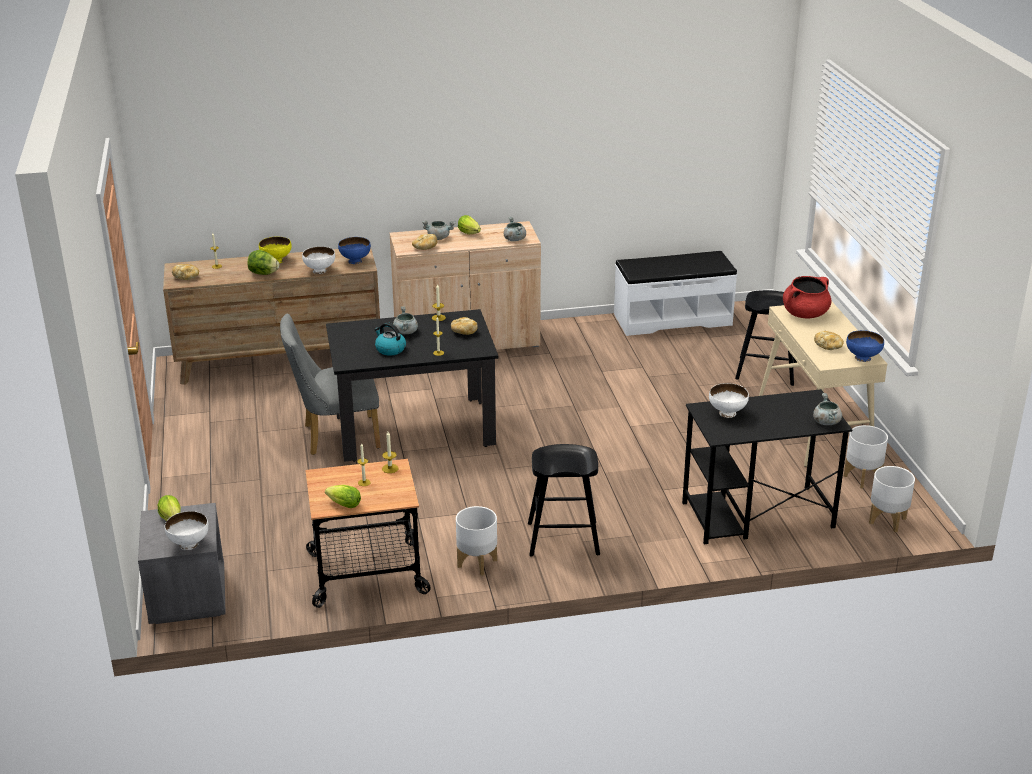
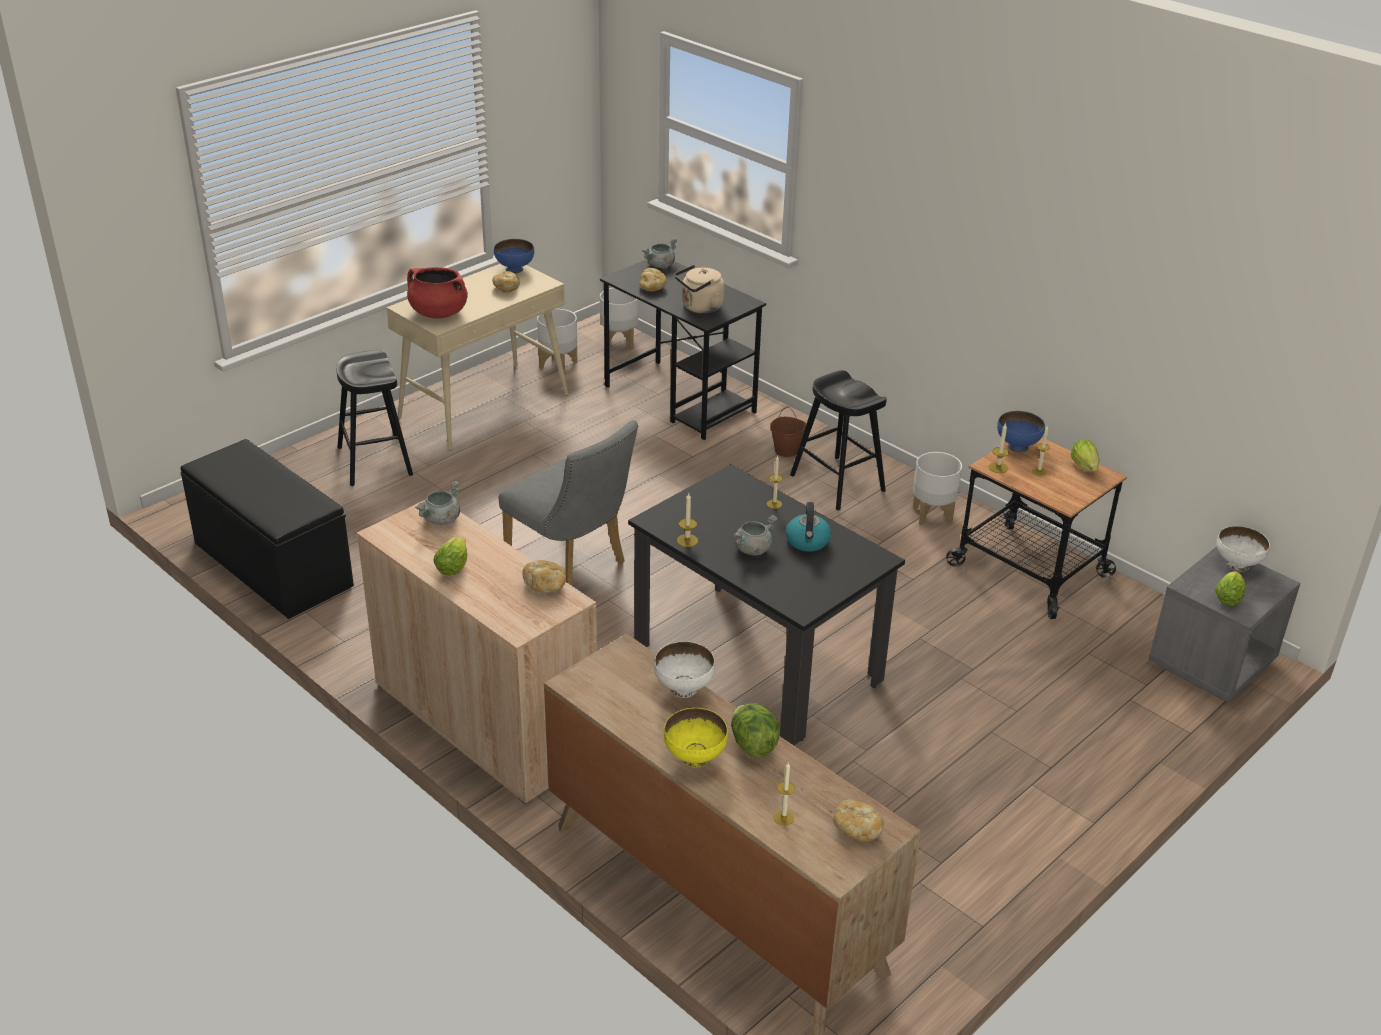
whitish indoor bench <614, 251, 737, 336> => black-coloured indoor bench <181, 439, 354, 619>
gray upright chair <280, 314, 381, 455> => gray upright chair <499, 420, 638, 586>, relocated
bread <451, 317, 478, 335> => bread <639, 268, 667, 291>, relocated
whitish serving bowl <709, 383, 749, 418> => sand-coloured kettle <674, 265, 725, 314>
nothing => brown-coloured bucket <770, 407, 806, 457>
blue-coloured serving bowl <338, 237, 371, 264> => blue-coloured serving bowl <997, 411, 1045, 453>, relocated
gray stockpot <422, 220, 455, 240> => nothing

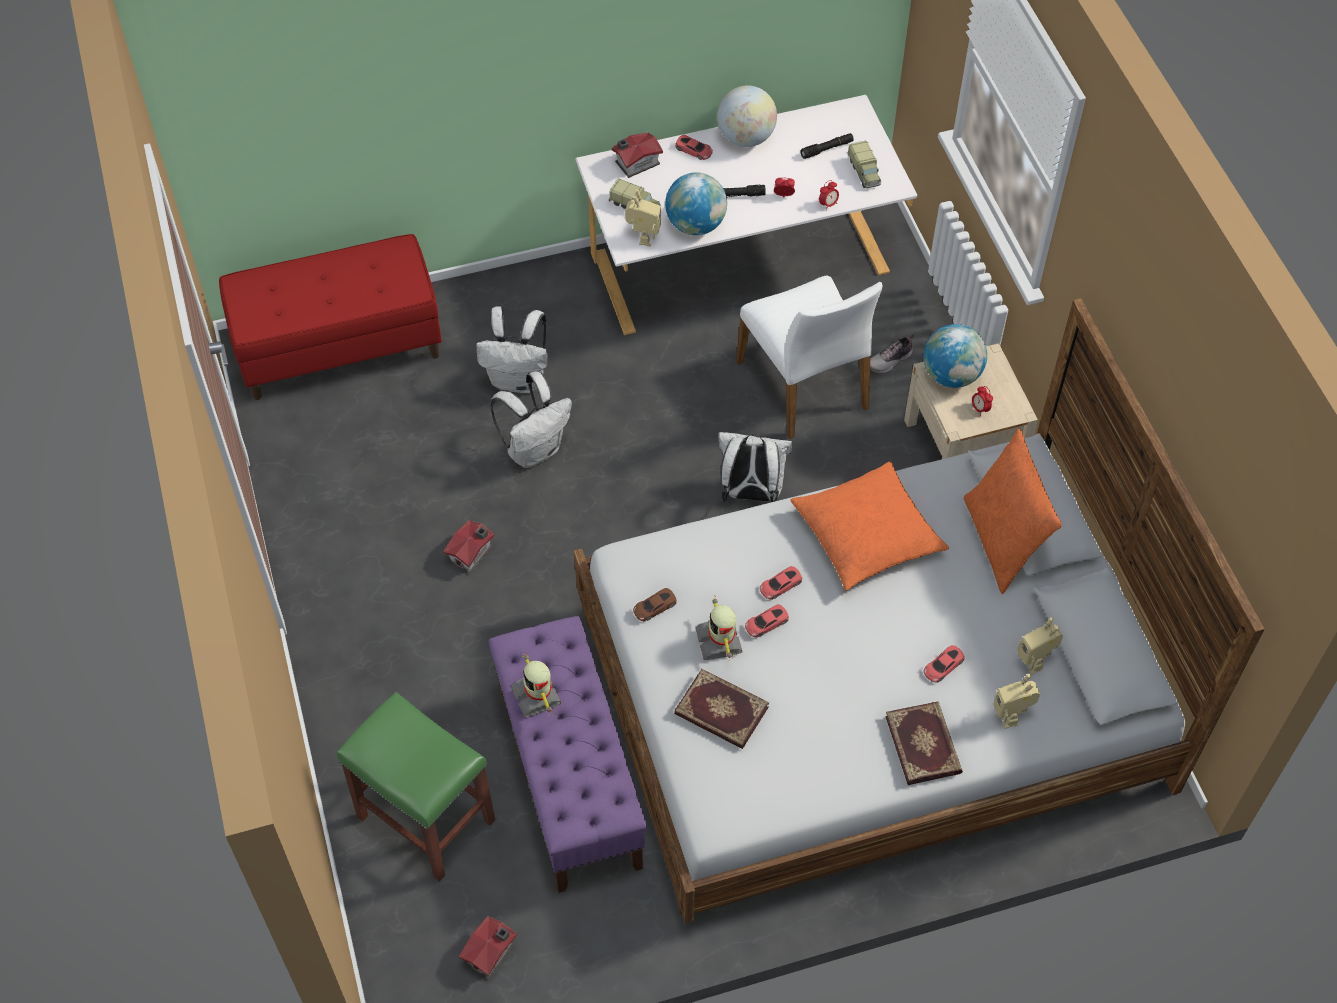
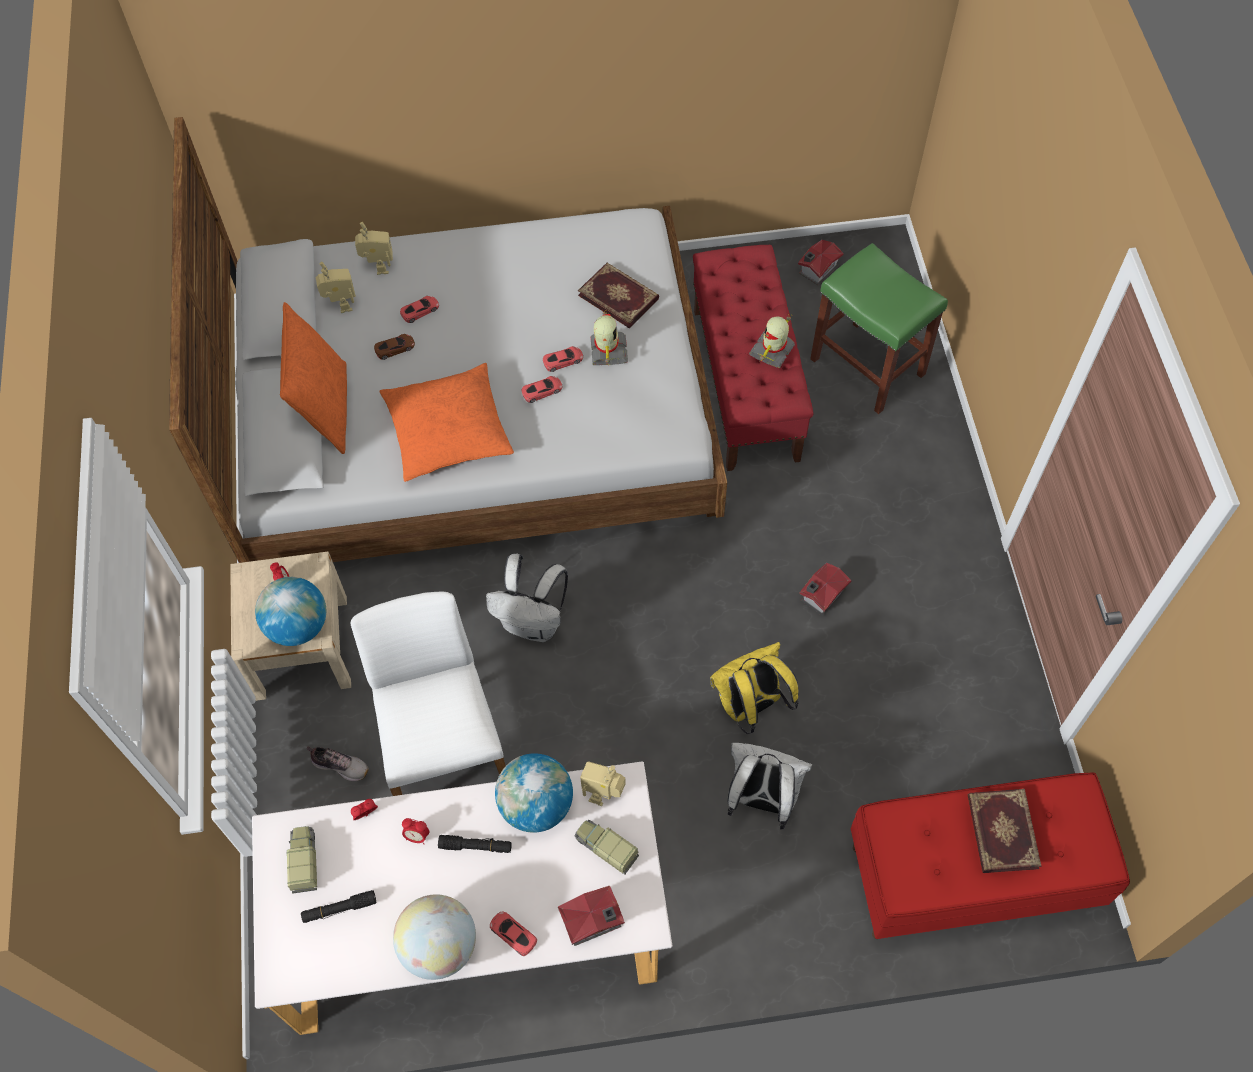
low shoe <870, 334, 914, 374> => low shoe <306, 747, 369, 781>, 45 degrees clockwise
brown-coloured model car <633, 588, 677, 621> => brown-coloured model car <374, 334, 415, 360>, relocated
purple-coloured indoor bench <489, 616, 647, 893> => red indoor bench <693, 245, 813, 471>
whitish knapsack <491, 371, 572, 468> => yellow-coloured knapsack <710, 642, 799, 734>
model robot <511, 654, 562, 718> => model robot <749, 314, 795, 368>, 135 degrees counterclockwise
book <885, 701, 963, 785> => book <968, 789, 1041, 873>, relocated

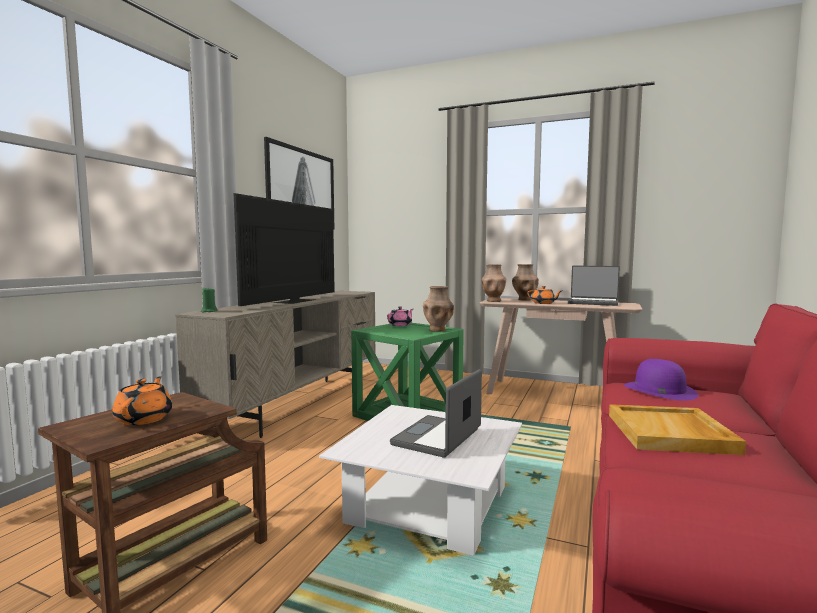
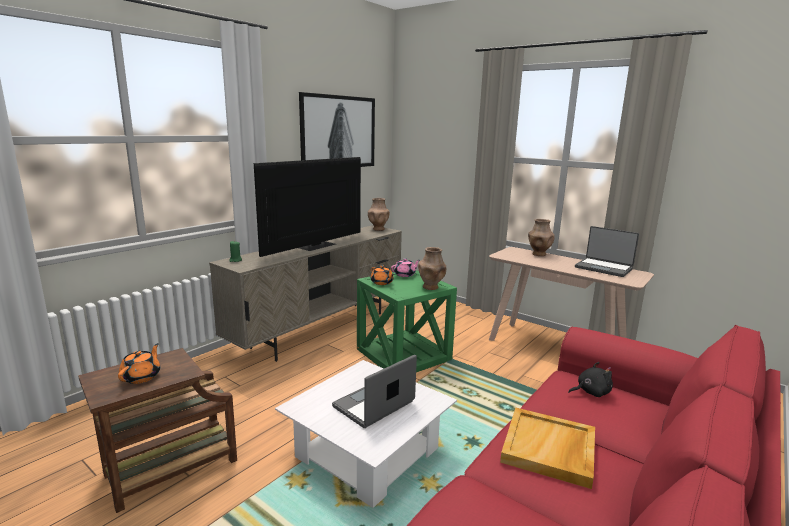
brown-coloured vase <481, 264, 506, 302> => brown-coloured vase <368, 198, 390, 231>, relocated
orange-coloured tea pot <527, 286, 561, 304> => orange-coloured tea pot <371, 265, 395, 285>, relocated
purple-coloured wearable hat <624, 359, 698, 401> => black-coloured soft toy <568, 362, 613, 397>

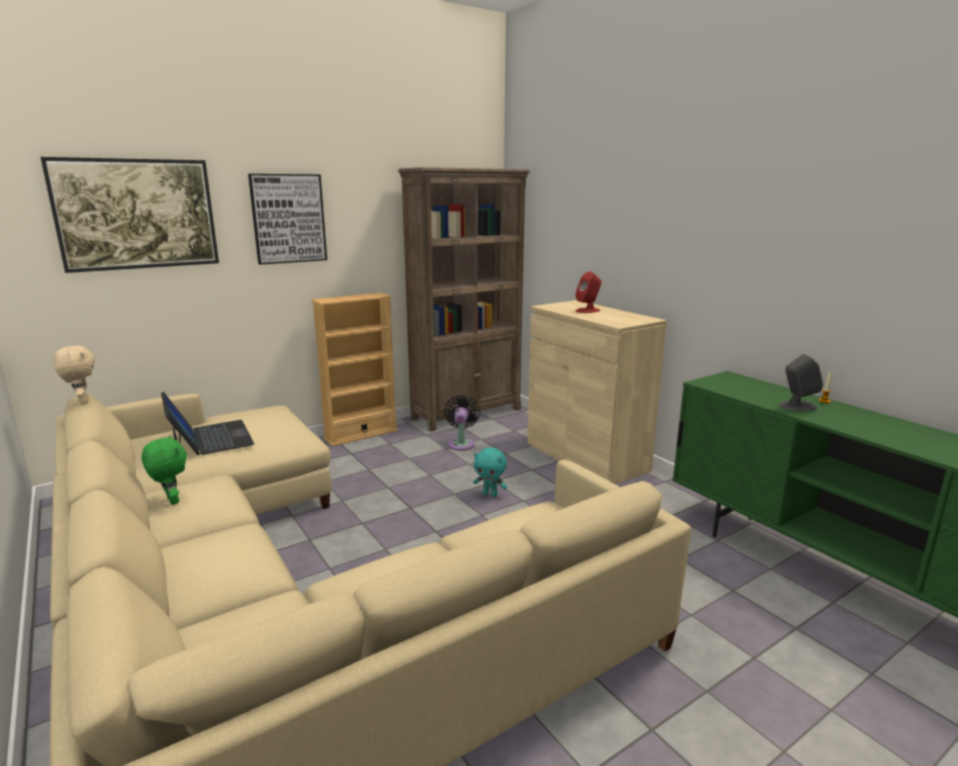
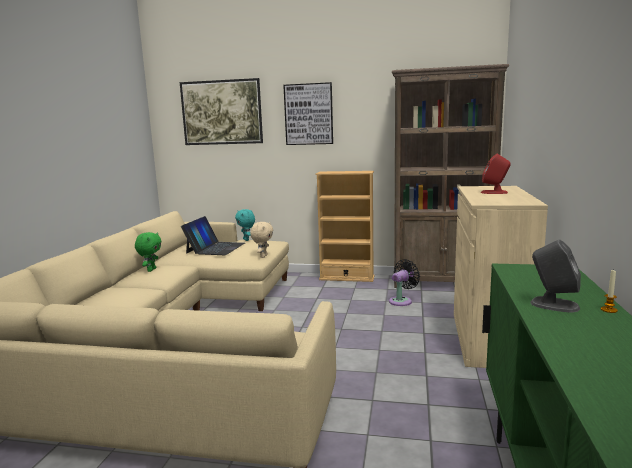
turquoise-coloured soft toy <473, 447, 507, 497> => turquoise-coloured soft toy <235, 209, 255, 241>, relocated
sand-coloured soft toy <54, 345, 95, 404> => sand-coloured soft toy <251, 222, 273, 258>, relocated

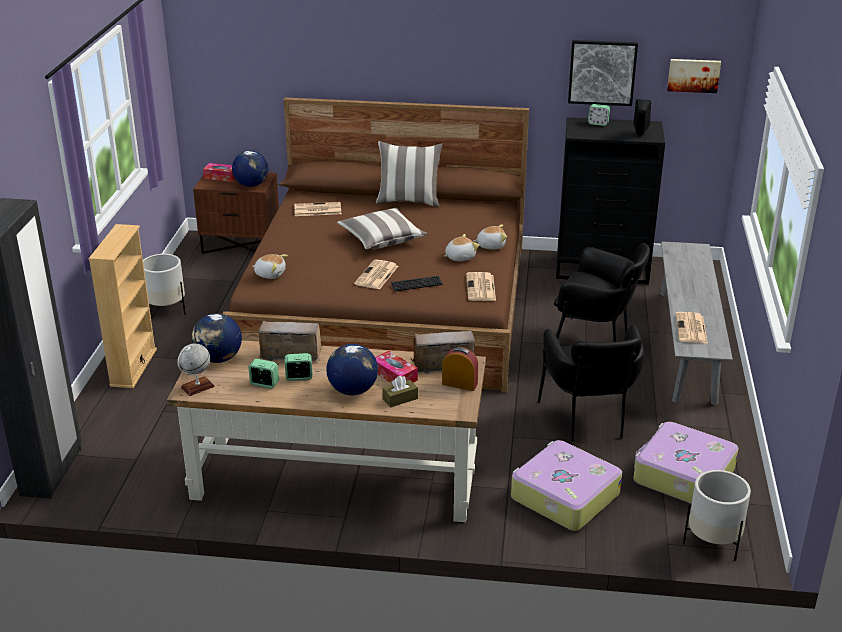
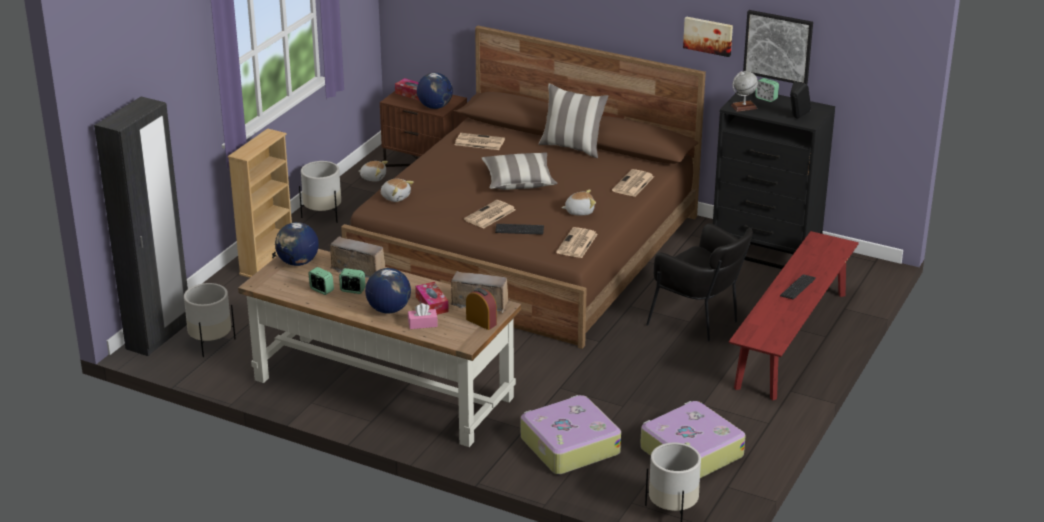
nothing => whitish flower pot <184, 283, 236, 357>
soft toy <473, 225, 507, 249> => soft toy <358, 161, 388, 182>, relocated
brown-coloured tissue box <382, 376, 418, 408> => pink-coloured tissue box <408, 303, 438, 329>
newspaper <676, 312, 708, 344> => newspaper <612, 169, 654, 197>, relocated
wall picture <667, 59, 721, 93> => wall picture <683, 16, 733, 57>, relocated
gray indoor bench <660, 241, 733, 406> => red indoor bench <729, 231, 859, 400>
globe <177, 343, 215, 396> => globe <731, 71, 758, 112>, relocated
nothing => computer keyboard <780, 274, 816, 299>
black-coloured armchair <538, 324, 645, 442> => nothing

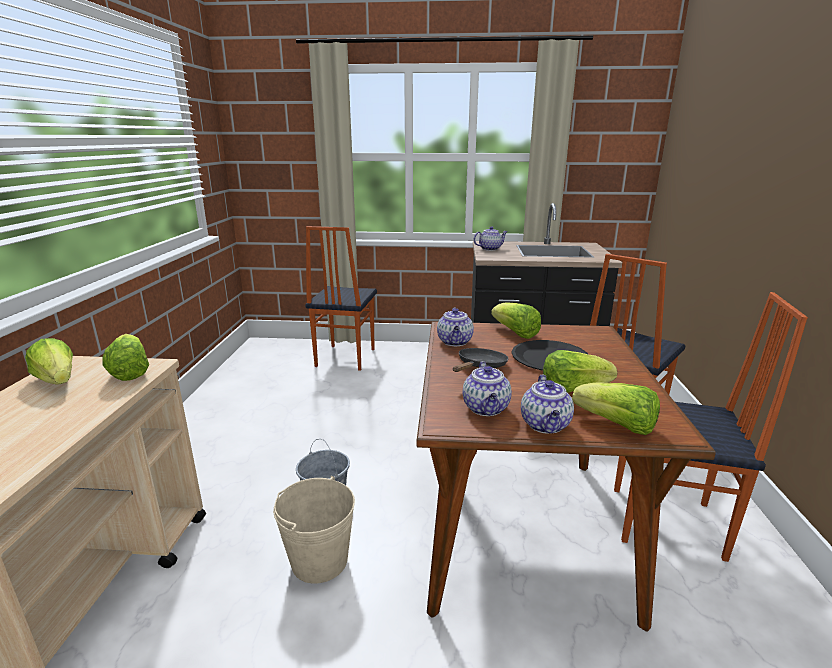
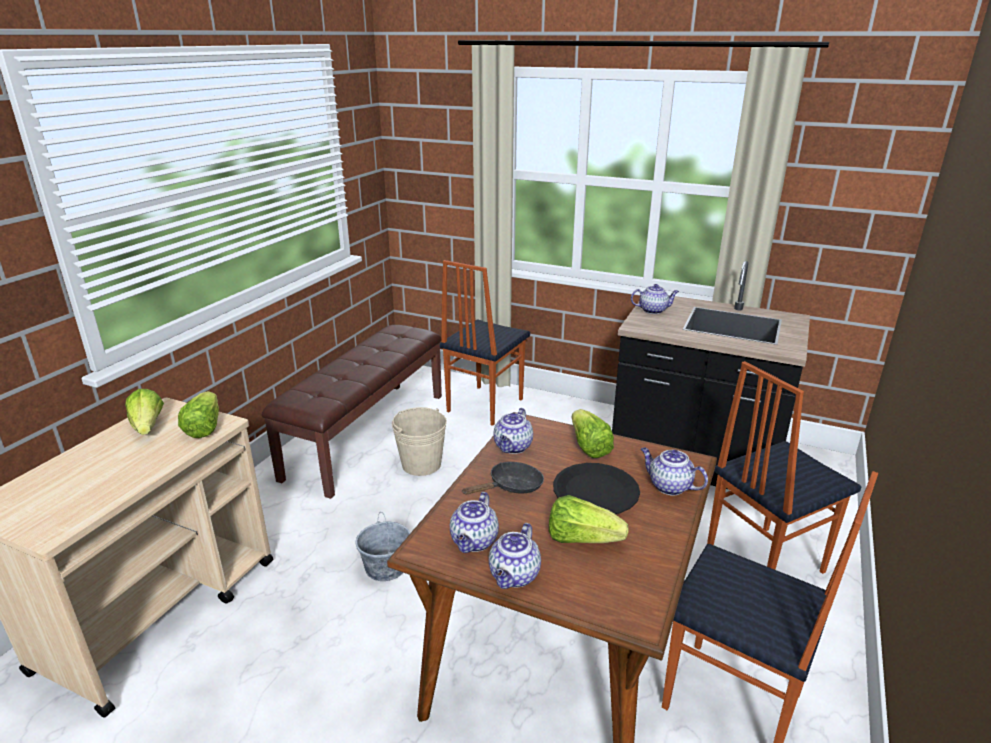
nothing => brown-coloured indoor bench <262, 325, 442, 499>
sand-coloured bucket <273, 476, 355, 584> => sand-coloured bucket <392, 407, 447, 476>, relocated
nothing => tea pot <641, 447, 708, 496>
lettuce <572, 382, 660, 435> => nothing

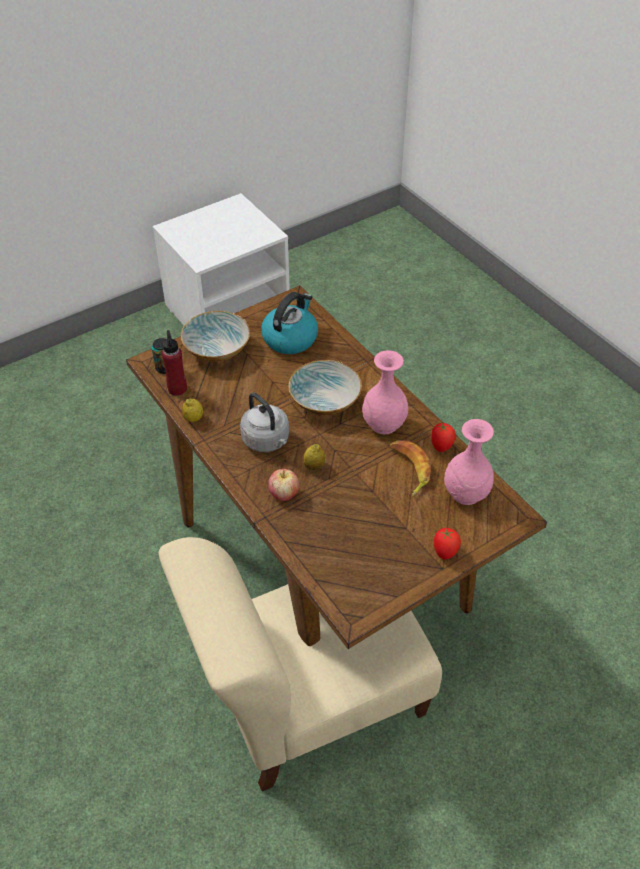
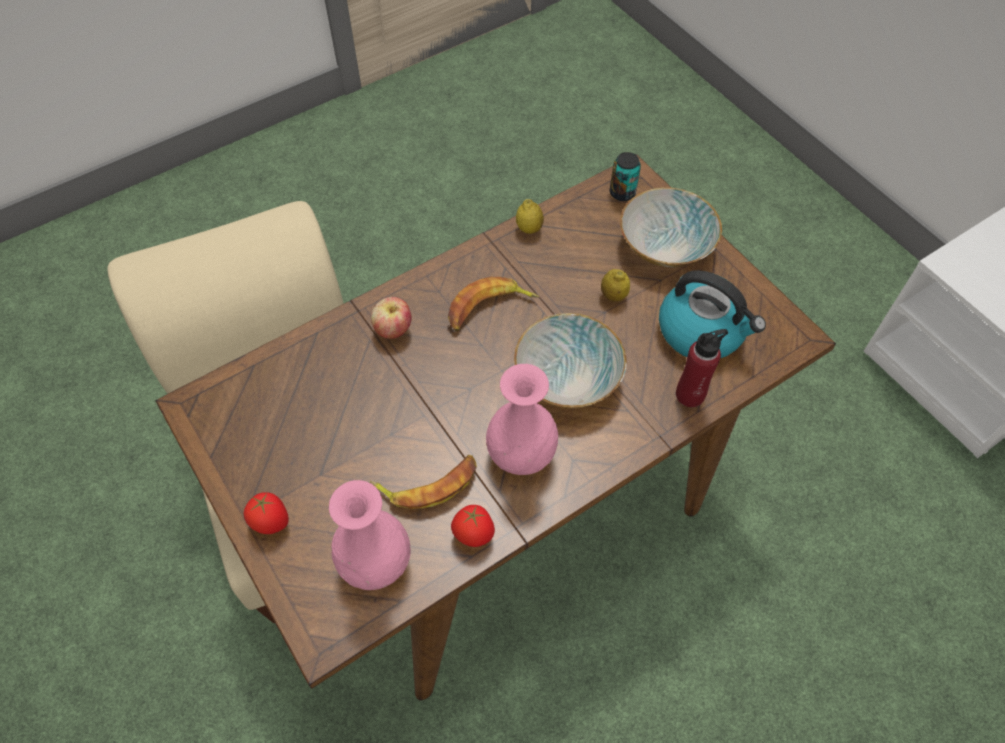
gray kettle <240, 393, 289, 452> => banana <448, 277, 539, 331>
whole lemon <303, 444, 325, 470> => whole lemon <601, 269, 630, 302>, relocated
red bottle <162, 330, 187, 396> => red bottle <676, 329, 728, 407>, relocated

